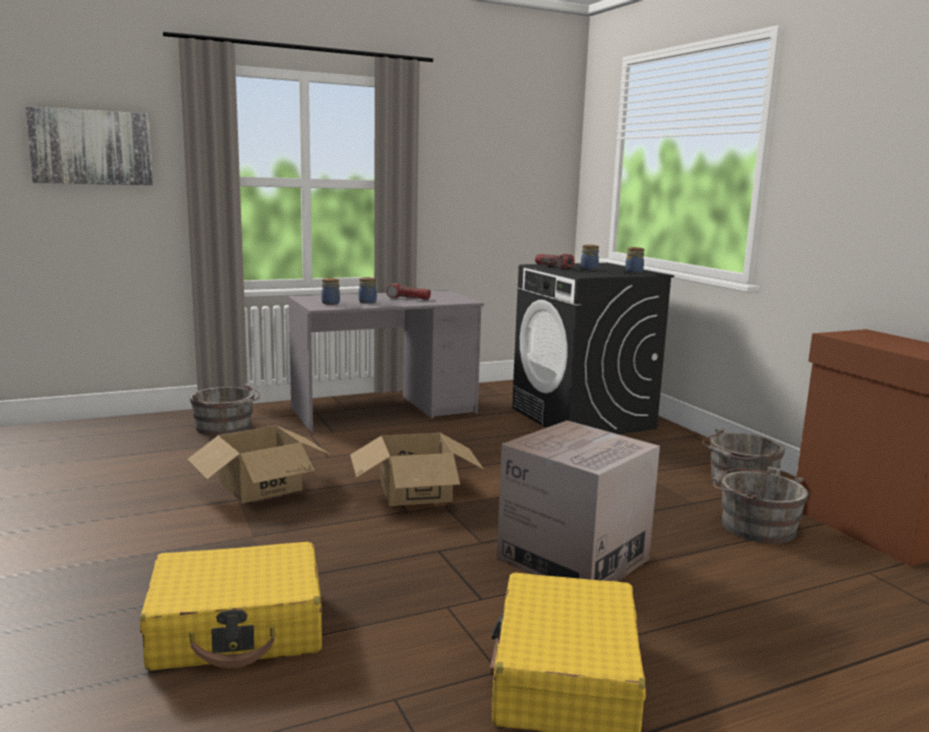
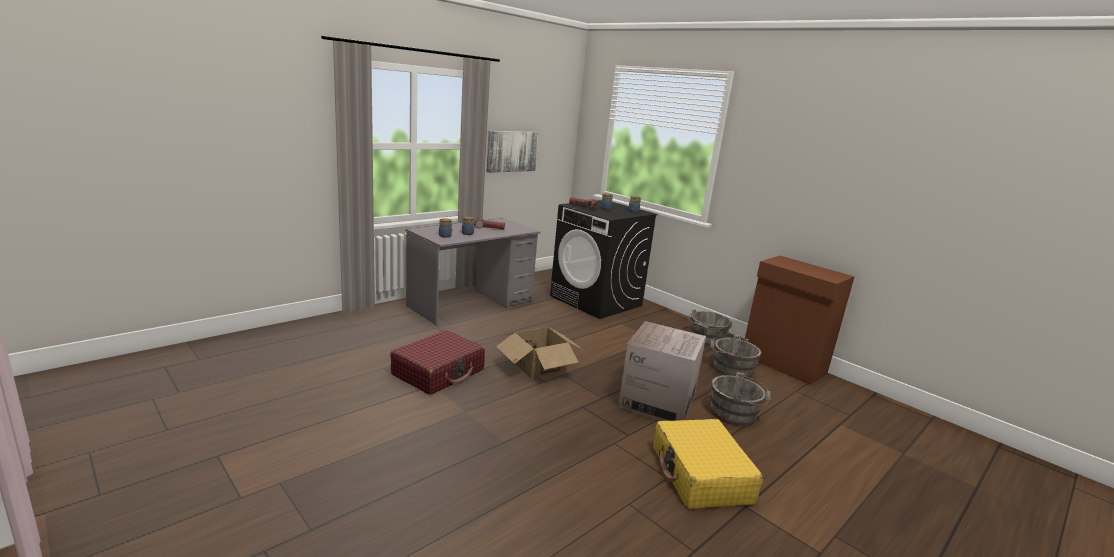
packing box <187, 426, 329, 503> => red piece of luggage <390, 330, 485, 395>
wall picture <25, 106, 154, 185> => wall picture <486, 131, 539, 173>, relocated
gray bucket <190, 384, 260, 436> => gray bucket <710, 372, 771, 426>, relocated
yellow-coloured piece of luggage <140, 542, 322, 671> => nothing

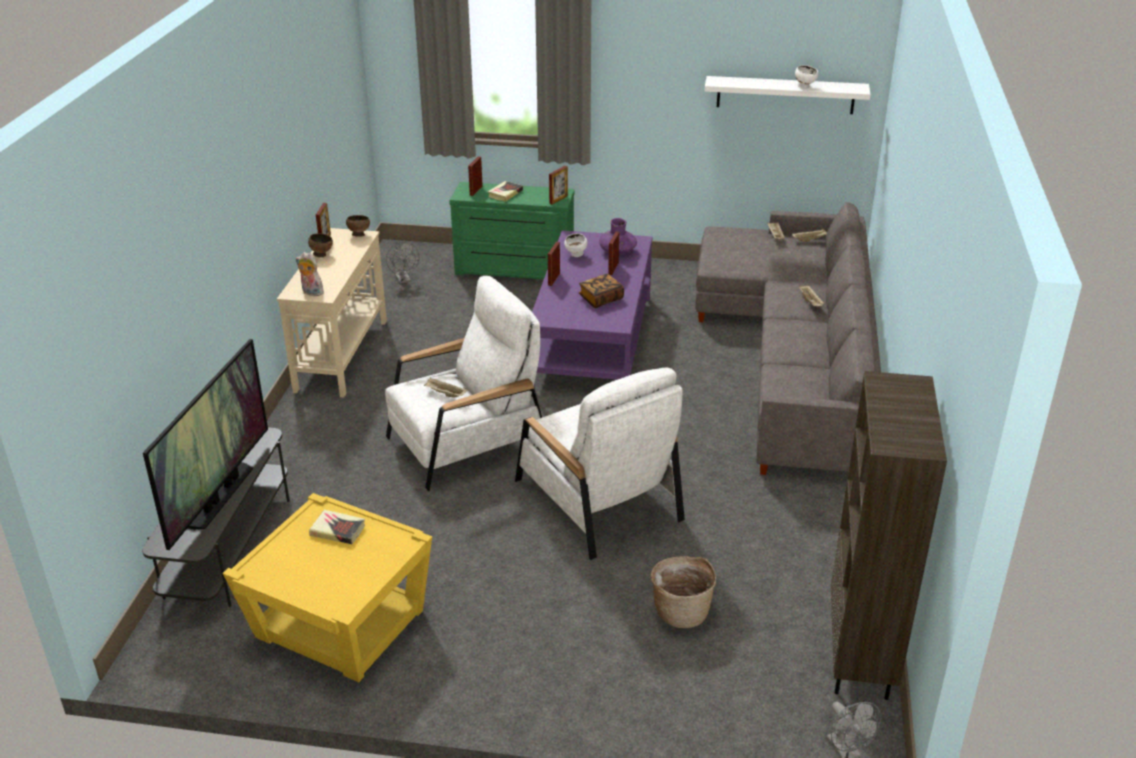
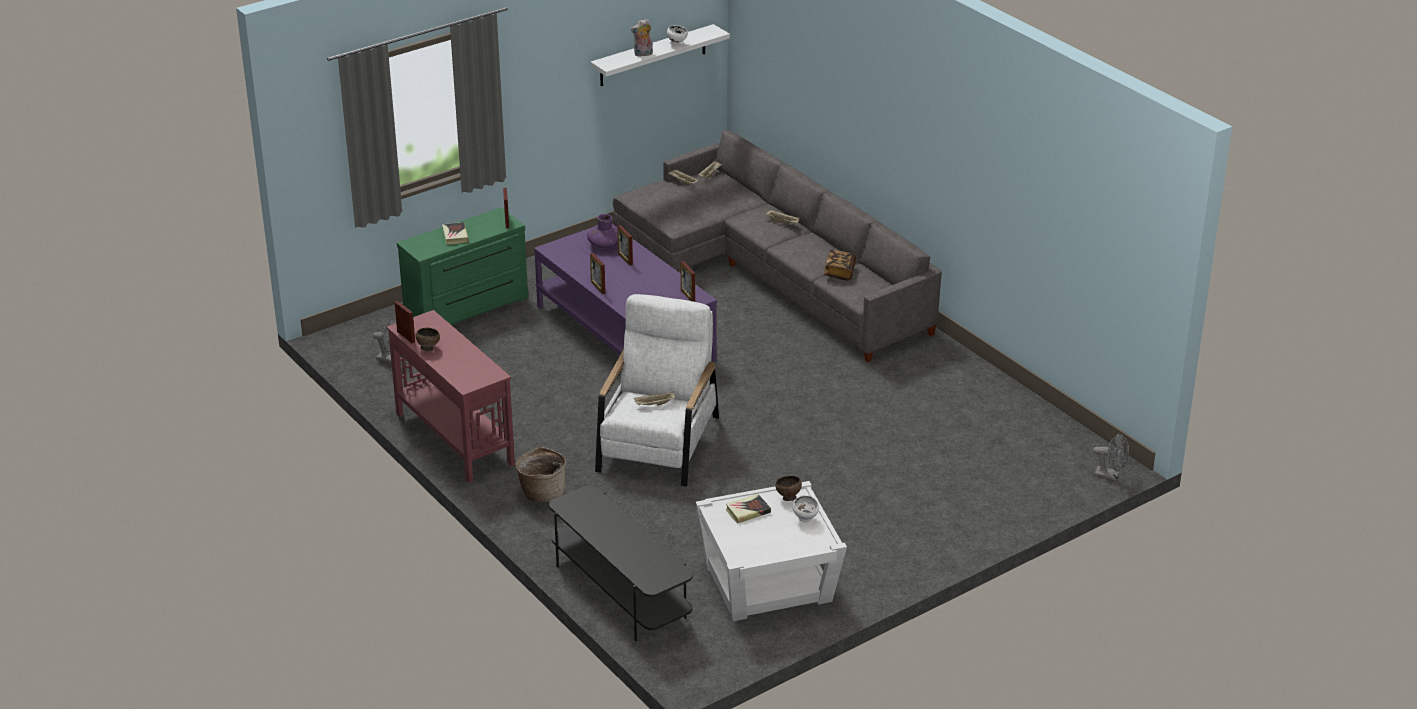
sand-coloured console table <277, 228, 387, 397> => red console table <387, 310, 515, 483>
storage basket <651, 556, 716, 628> => storage basket <515, 447, 566, 502>, relocated
soft toy <296, 252, 324, 296> => soft toy <631, 19, 653, 57>, relocated
photo frame <468, 157, 483, 196> => photo frame <681, 261, 695, 302>, relocated
yellow-coloured end table <223, 493, 432, 682> => whitish end table <696, 481, 847, 621>
brown-coloured serving bowl <346, 215, 370, 237> => brown-coloured serving bowl <775, 476, 802, 501>, relocated
whitish serving bowl <564, 233, 587, 257> => whitish serving bowl <792, 495, 819, 523>, relocated
book <579, 274, 624, 308> => book <824, 250, 856, 280>, relocated
TV <143, 339, 268, 550> => nothing
whitish armchair <515, 367, 685, 560> => nothing
brown-coloured shelving unit <831, 371, 947, 700> => nothing

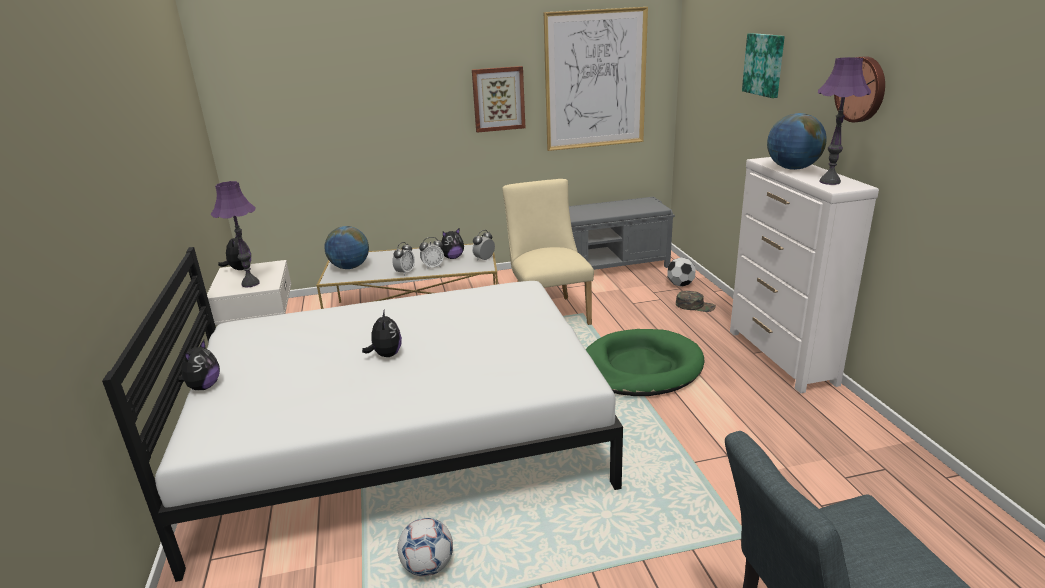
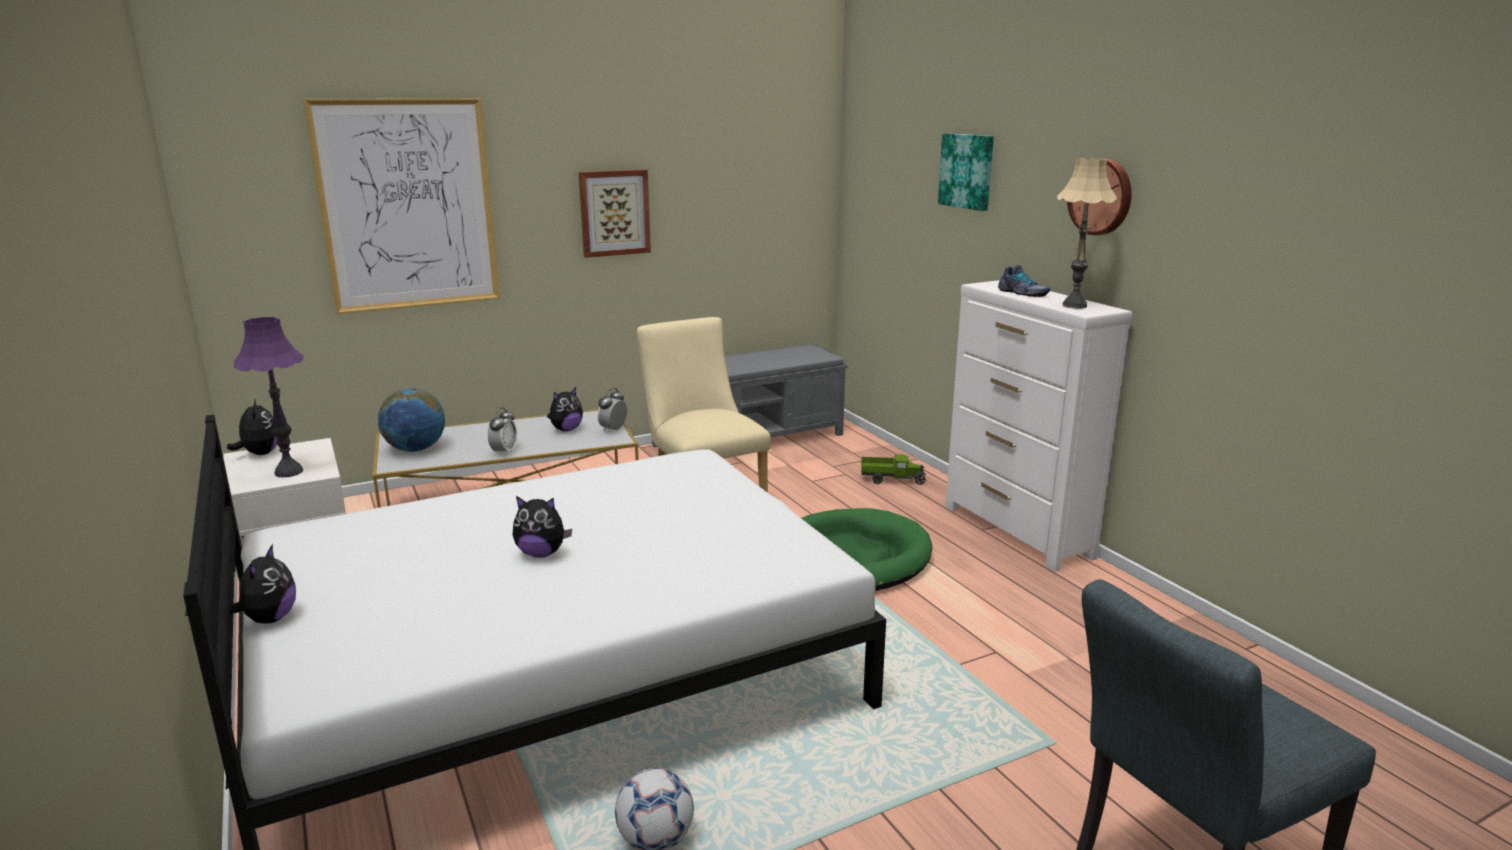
wall picture <544, 7, 648, 151> => wall picture <303, 98, 500, 314>, relocated
soft toy <362, 311, 402, 357> => soft toy <513, 496, 572, 558>, 120 degrees clockwise
green cap <676, 291, 716, 312> => model truck <861, 454, 926, 485>
globe <767, 113, 827, 170> => low shoe <998, 265, 1050, 297>
purple-coloured tabletop lamp <818, 57, 871, 185> => sand-coloured tabletop lamp <1057, 158, 1117, 309>
bedside clock <419, 237, 444, 269> => nothing
football <667, 258, 696, 287> => nothing

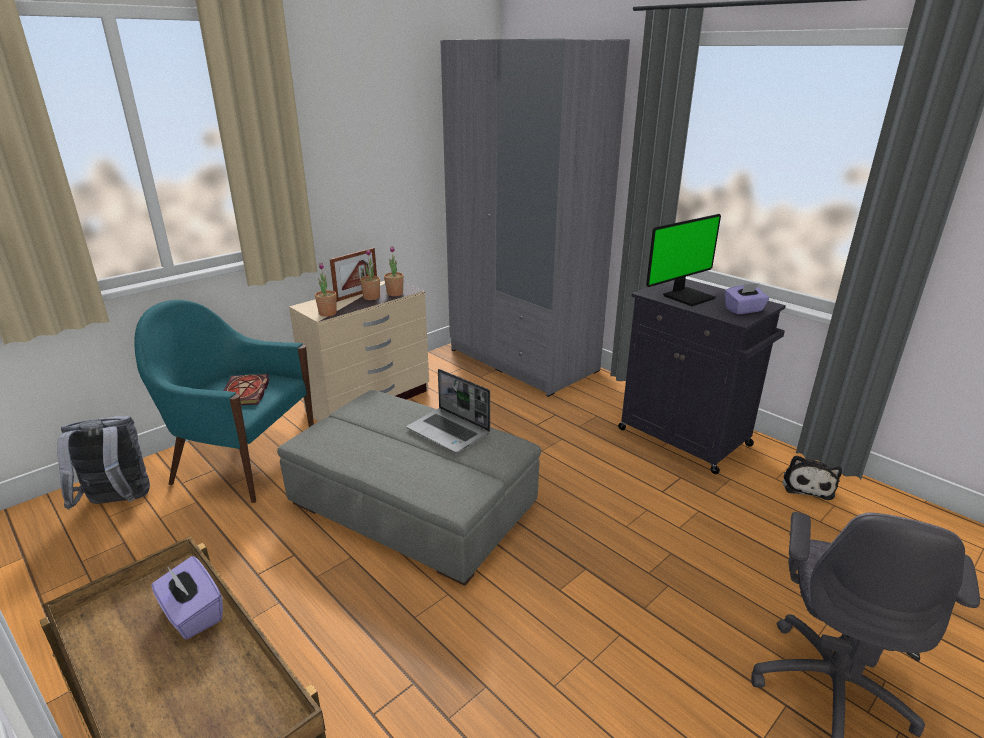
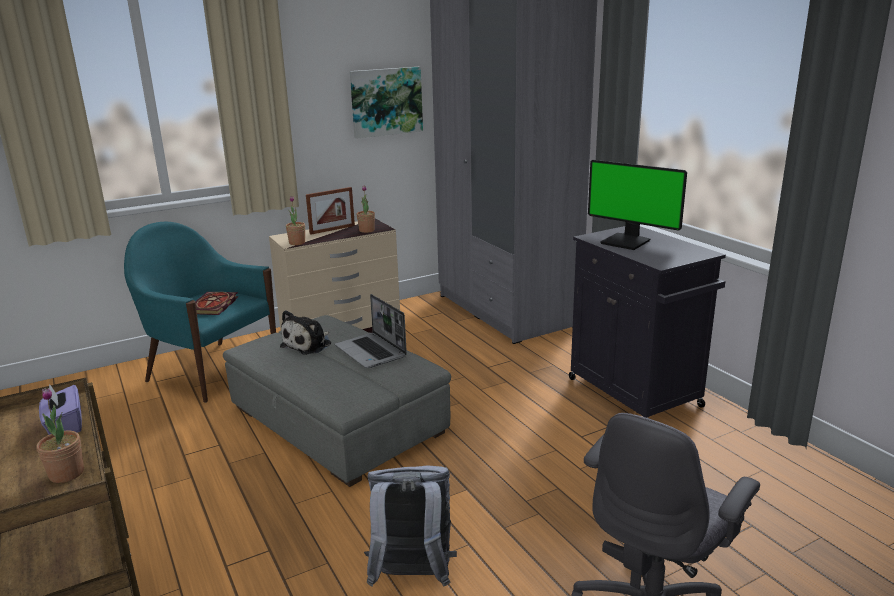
houseplant <360, 249, 380, 300> => houseplant <36, 388, 84, 483>, relocated
soft toy <783, 455, 842, 500> => soft toy <280, 310, 331, 355>, relocated
nothing => wall picture <350, 67, 423, 139>
gray knapsack <57, 416, 150, 510> => gray knapsack <364, 465, 457, 587>, relocated
computer screen <646, 214, 721, 306> => computer screen <588, 160, 687, 250>, 60 degrees clockwise
purple-coloured tissue box <725, 283, 769, 314> => nothing

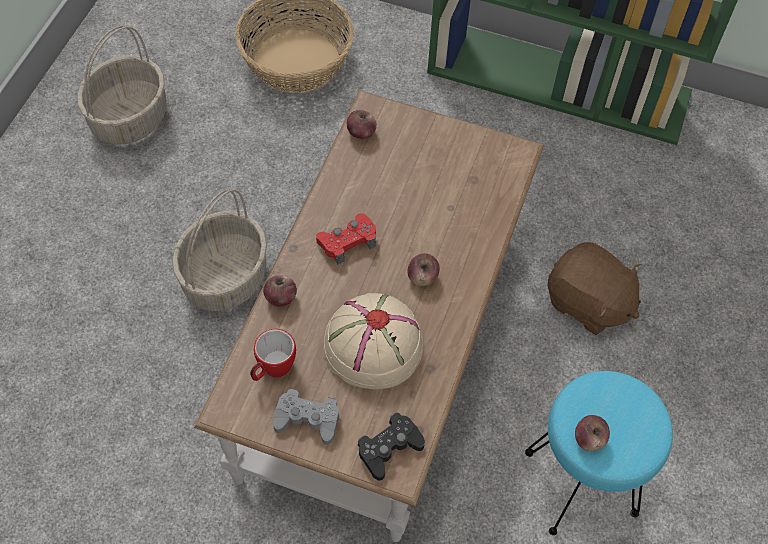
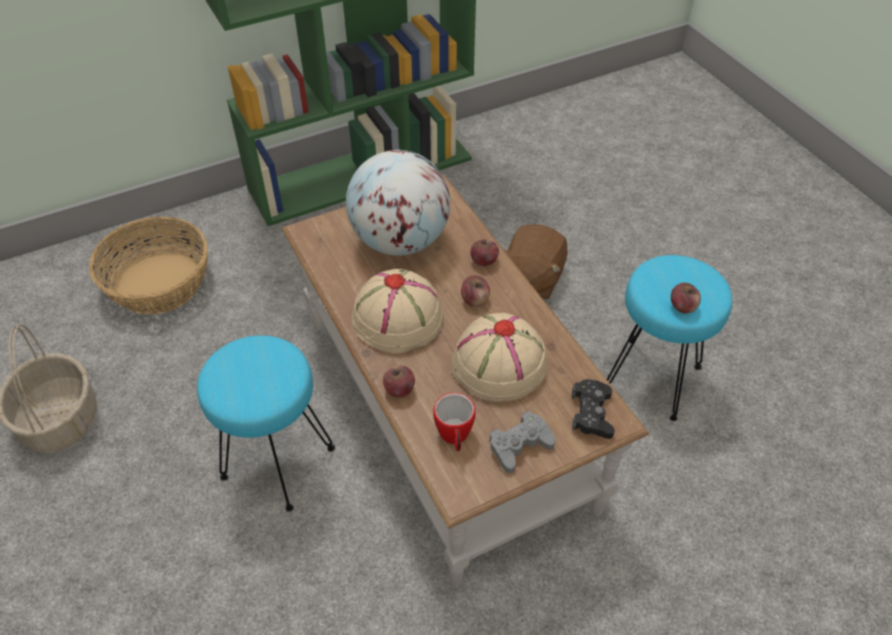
storage basket <172, 189, 267, 311> => turquoise-coloured sitting stool <197, 335, 335, 512>
nothing => globe <346, 150, 450, 256>
red game controller <316, 213, 376, 264> => sand-coloured wearable hat <351, 269, 443, 353>
apple <347, 110, 377, 139> => apple <470, 239, 499, 266>, relocated
brown-coloured soft toy <548, 242, 642, 335> => brown-coloured soft toy <504, 224, 568, 299>, 120 degrees clockwise

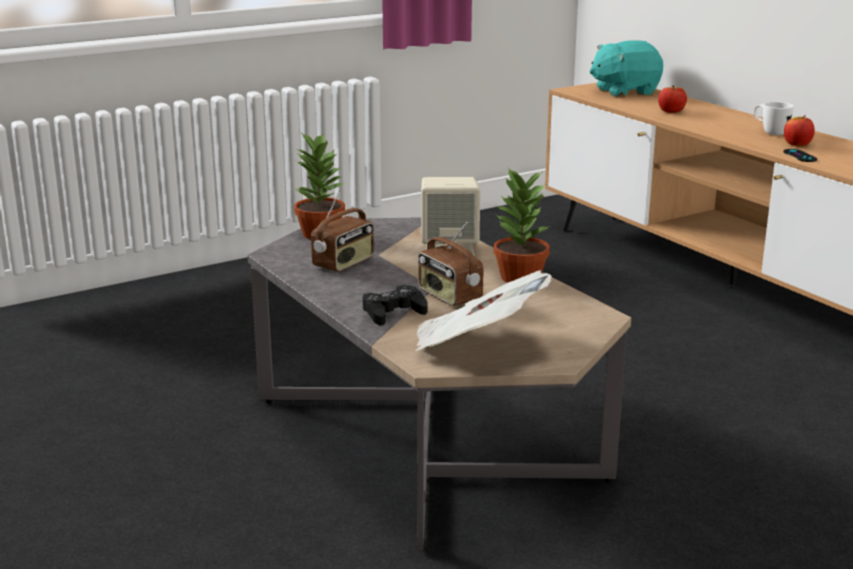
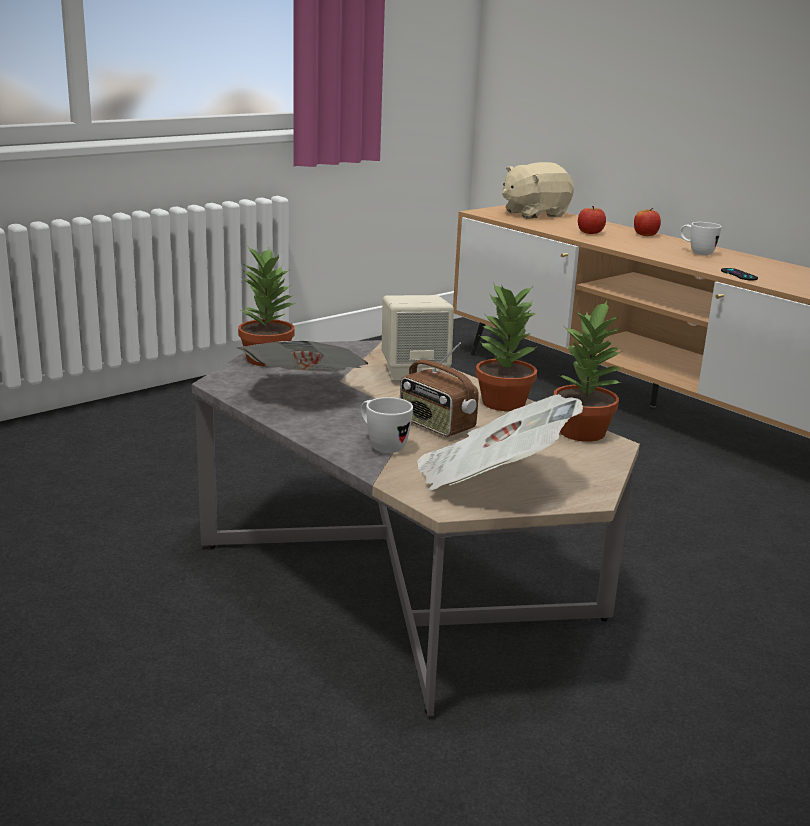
radio <311, 188, 374, 272> => newspaper <237, 341, 368, 372>
black-coloured game controller <362, 285, 428, 326> => whitish coffee mug <361, 397, 413, 453>
turquoise-coloured soft toy <590, 40, 663, 97> => sand-coloured soft toy <502, 162, 574, 219>
nothing => houseplant <554, 301, 624, 442>
apple <784, 115, 815, 146> => apple <634, 208, 661, 236>, relocated

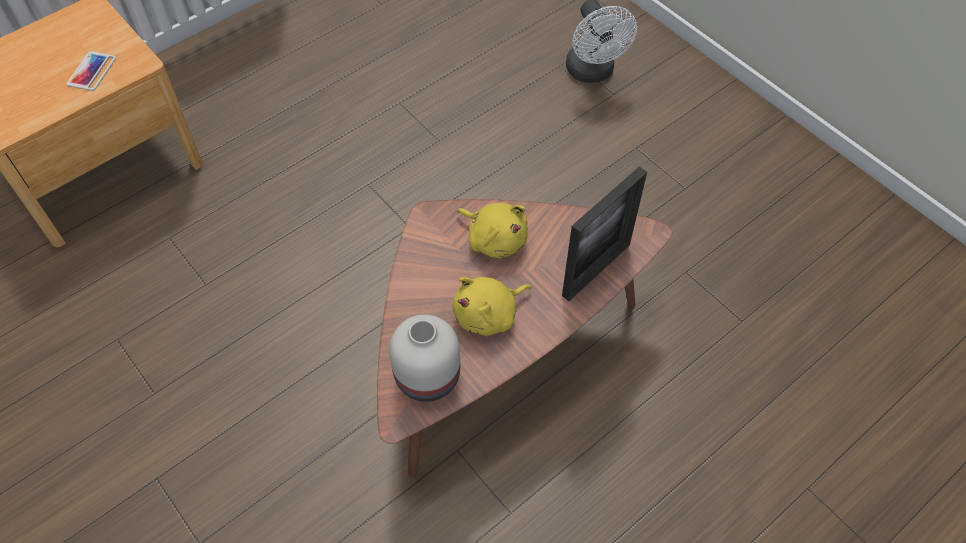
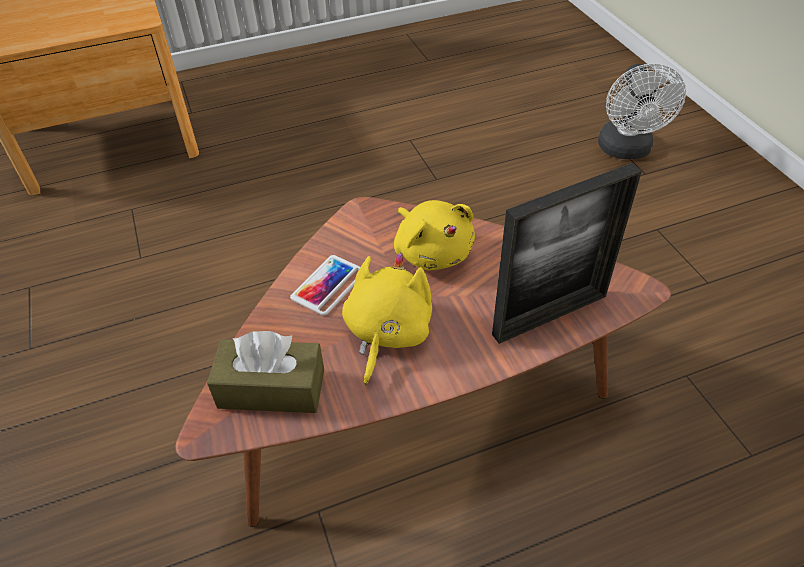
whitish vase <389, 315, 460, 402> => brown-coloured tissue box <207, 331, 324, 413>
telephone <66, 51, 116, 91> => telephone <290, 255, 360, 315>, relocated
yellow-coloured soft toy <453, 277, 532, 336> => yellow-coloured soft toy <342, 253, 432, 385>, 120 degrees clockwise

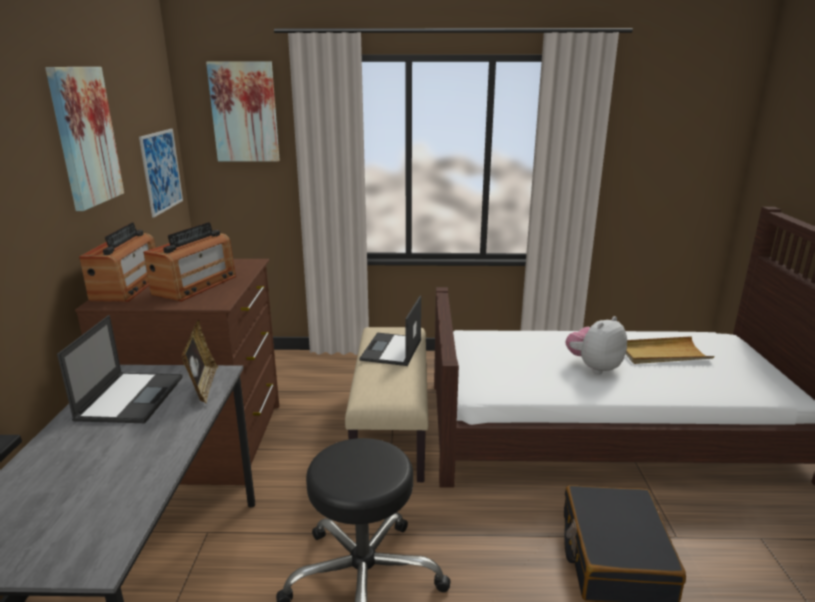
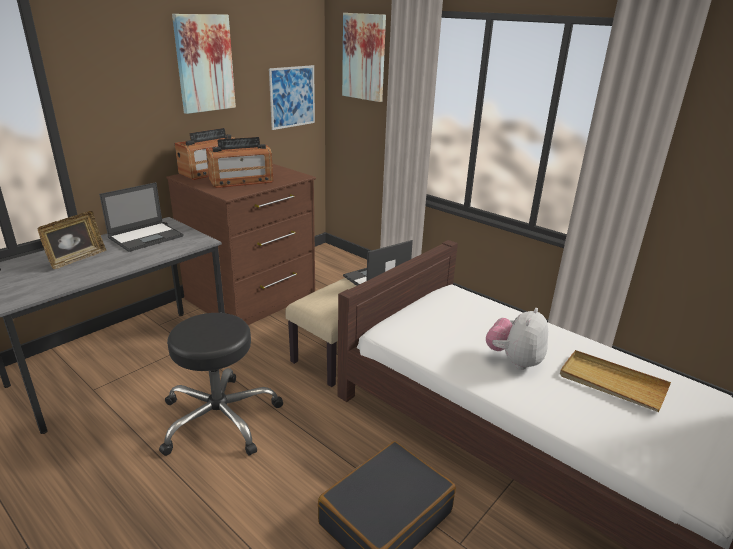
photo frame <182, 320, 218, 403> => photo frame <37, 211, 106, 269>, relocated
soft toy <566, 316, 627, 374> => soft toy <486, 308, 548, 370>, 60 degrees counterclockwise

